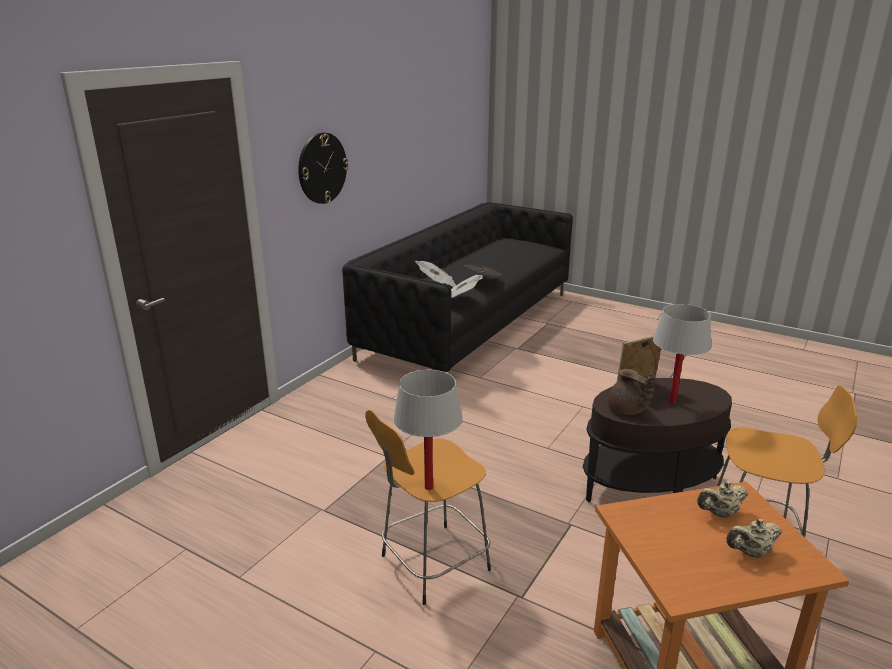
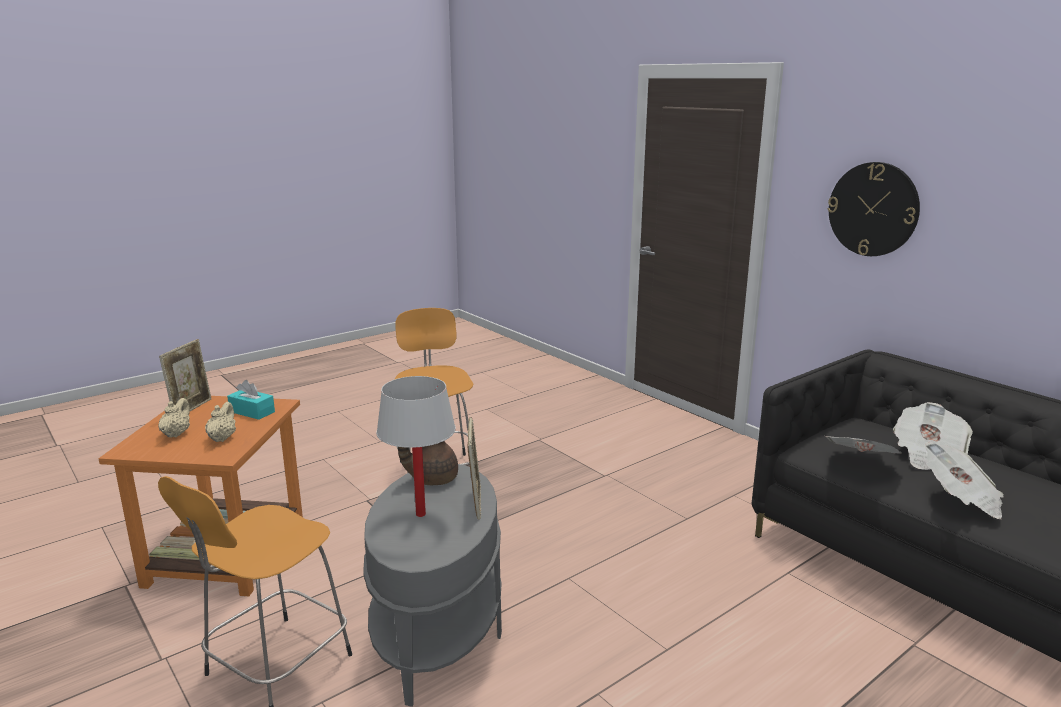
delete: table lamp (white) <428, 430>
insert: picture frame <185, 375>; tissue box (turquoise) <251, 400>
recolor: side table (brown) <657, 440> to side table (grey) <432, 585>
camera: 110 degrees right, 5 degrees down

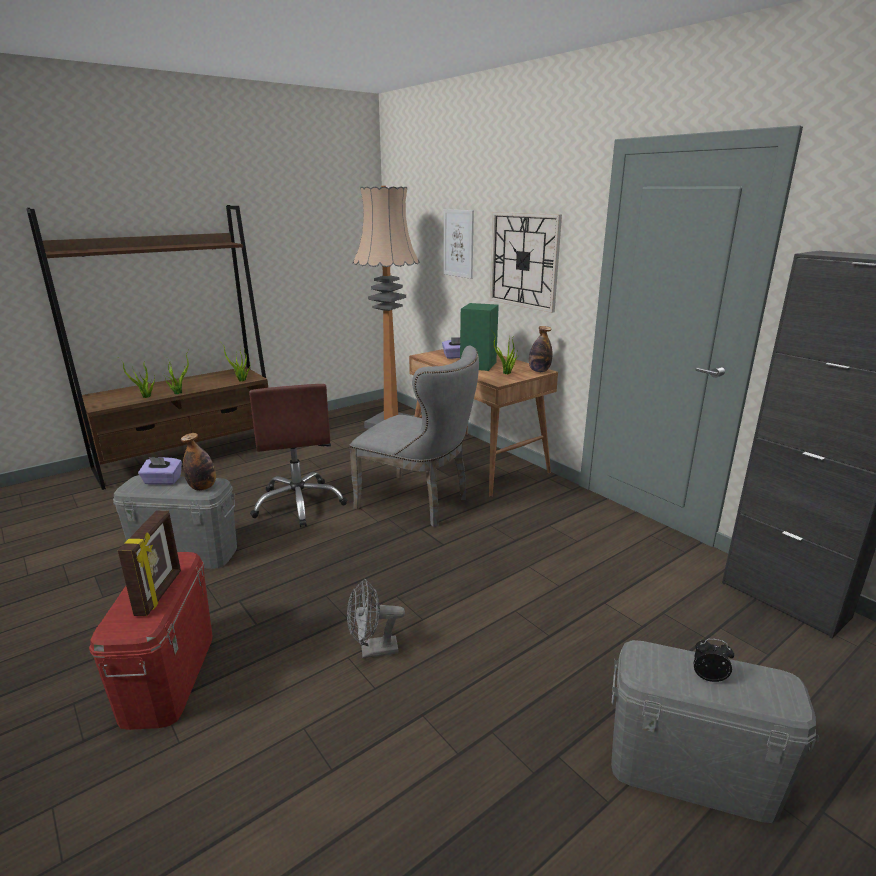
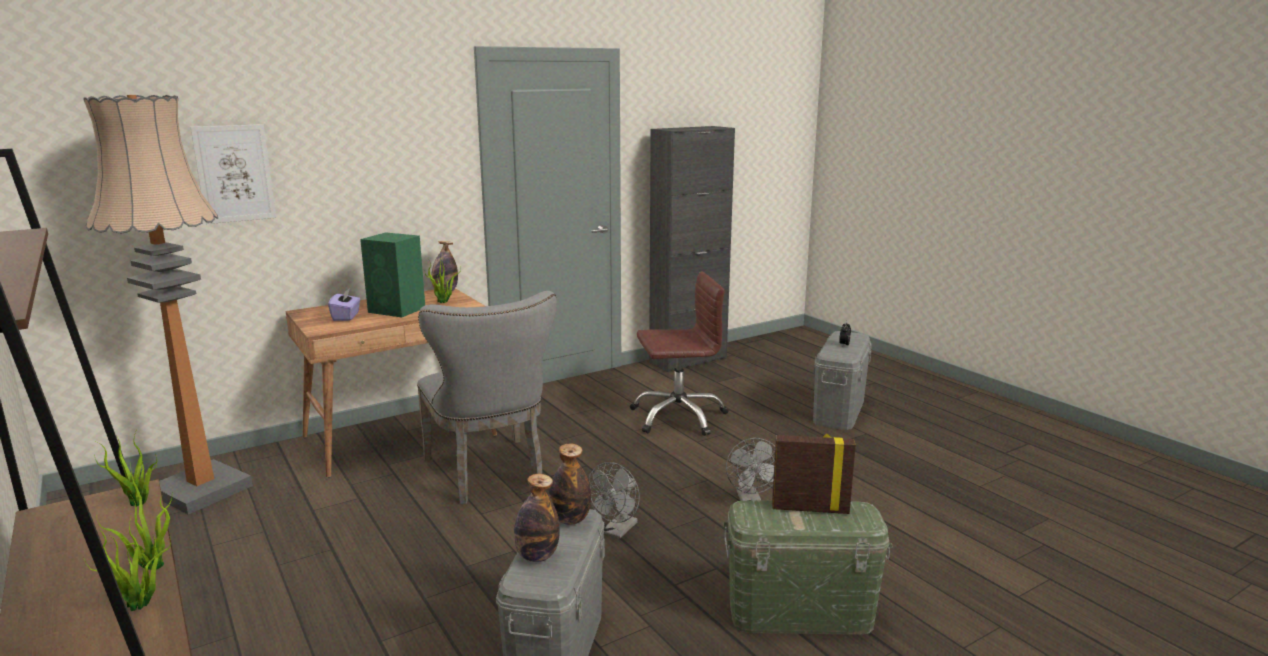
delete: wall clock <526, 262>
insert: fan (grey) <614, 500>
move: office chair (brown) <298, 455> to <679, 353>
replace: tissue box (purple) <160, 471> to bottle <537, 518>
recolor: storage box (red) <151, 641> to storage box (green) <808, 567>
rotate: chair (grey) <414, 436> = <487, 397> 120 degrees clockwise
camera: 85 degrees left, 5 degrees down

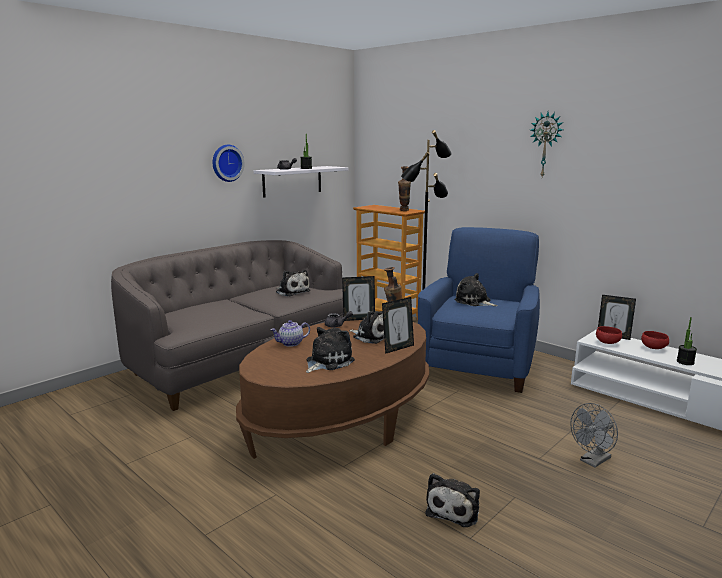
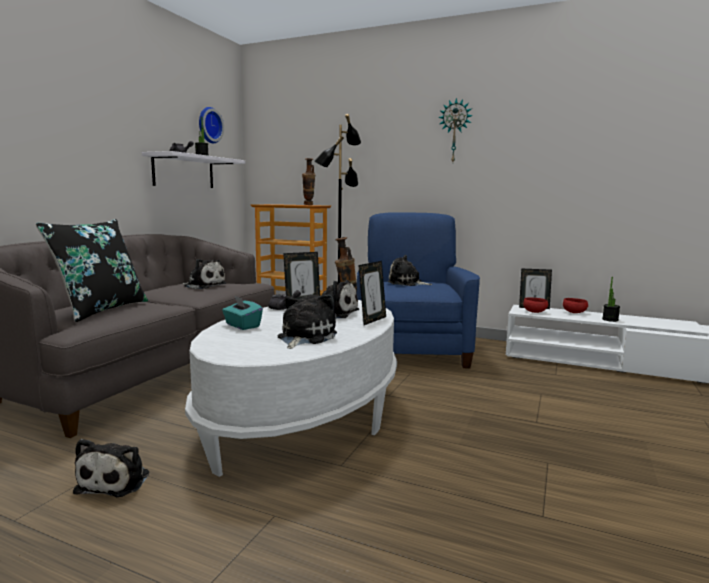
delete: fan (grey) <594, 435>
insert: pillow (black) <92, 270>
move: plush toy <452, 500> to <111, 468>; wall clock <229, 163> to <211, 125>
replace: teapot <290, 333> to tissue box (turquoise) <242, 312>
recolor: coffee table (brown) <332, 389> to coffee table (white) <291, 388>
camera: 20 degrees left, 5 degrees down

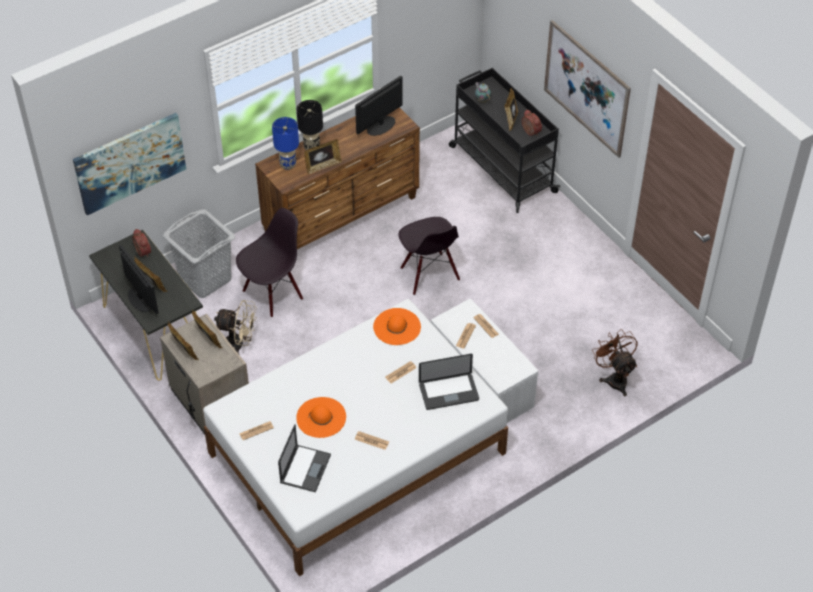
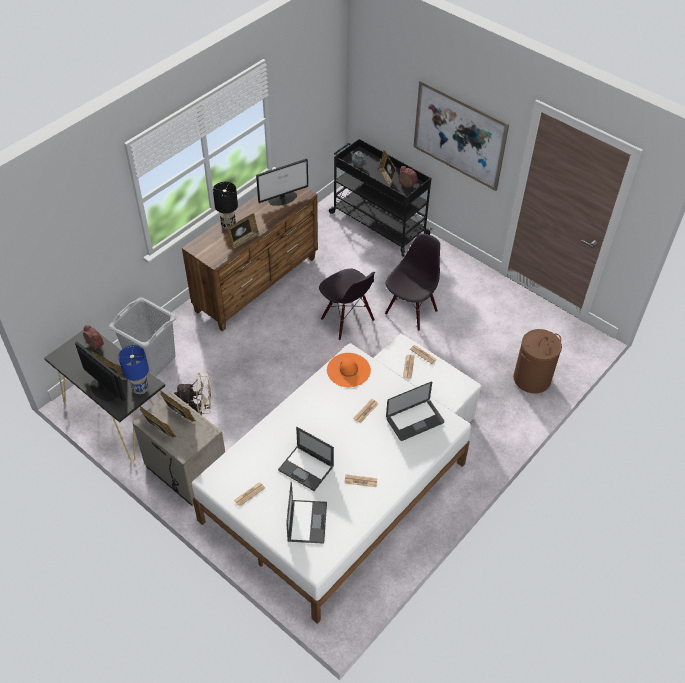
delete: picture <129, 164>
move: table lamp (blue) <285, 143> to <133, 369>; chair (black) <269, 263> to <412, 282>
replace: hat (orange) <321, 417> to laptop <306, 459>; fan (brown) <614, 363> to laundry basket (brown) <537, 361>
rotate: monitor <379, 106> = <282, 182> 150 degrees counterclockwise
camera: 15 degrees left, 0 degrees up

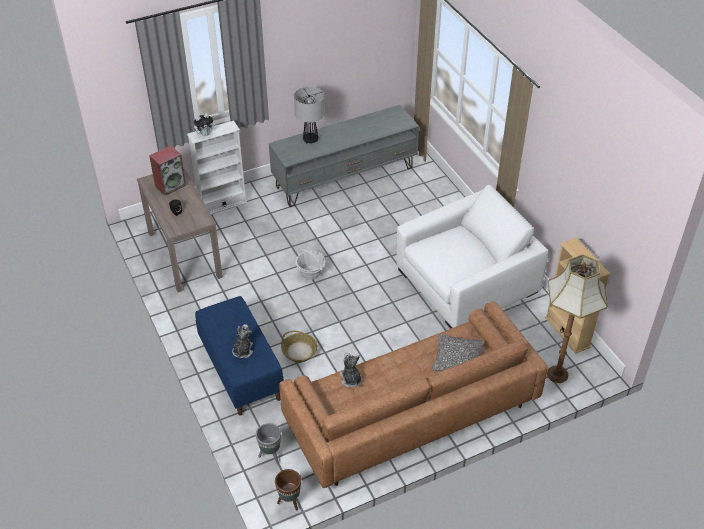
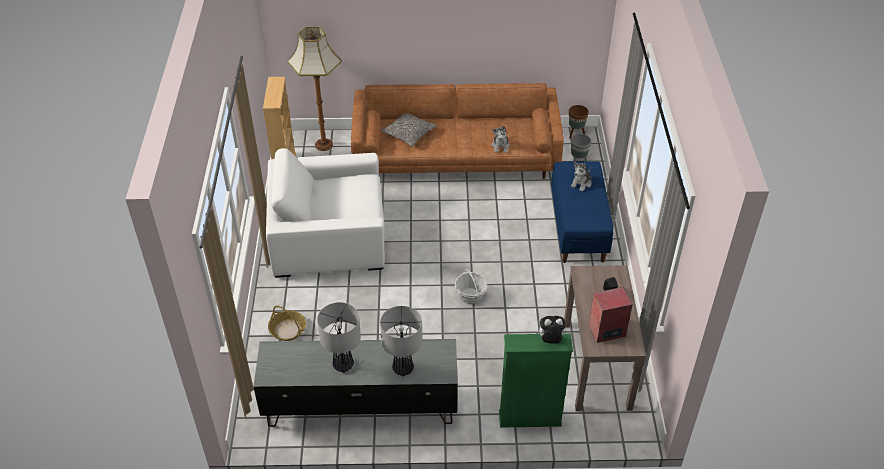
insert: table lamp <339, 337>
move: basket <299, 346> to <287, 323>
recolor: bookcase (white) <217, 168> to bookcase (green) <536, 380>
camera: 155 degrees left, 0 degrees up

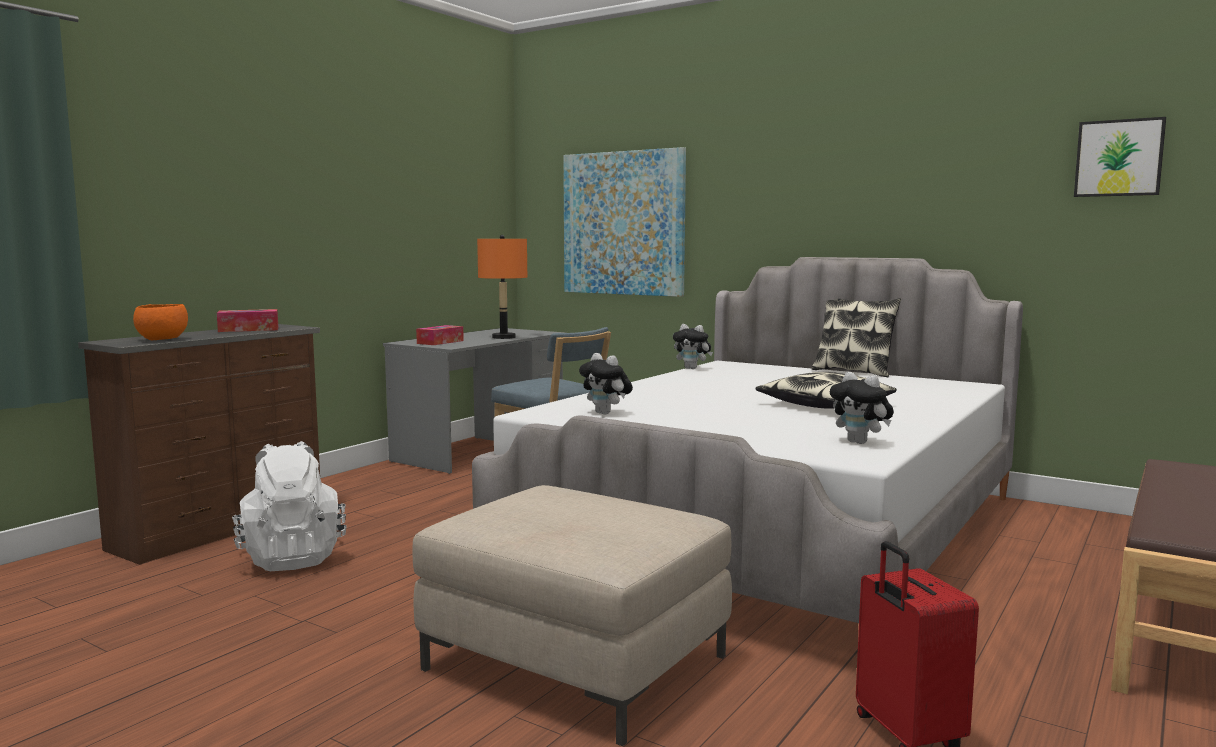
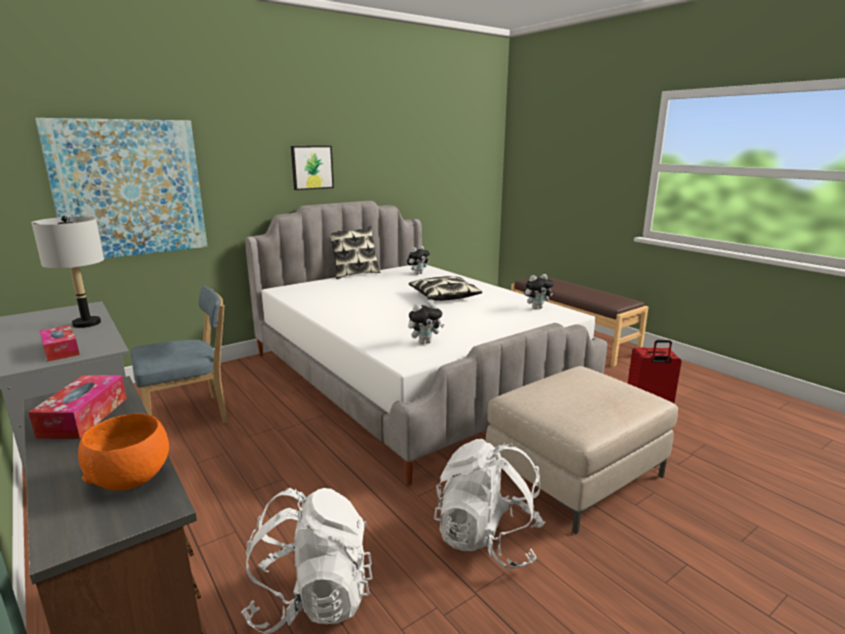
insert: backpack (white) <490, 504>
move: picture <1120, 157> to <312, 168>; plush toy <693, 346> to <418, 260>
recolor: table lamp (orange) <502, 287> to table lamp (grey) <68, 272>
camera: 70 degrees left, 10 degrees up

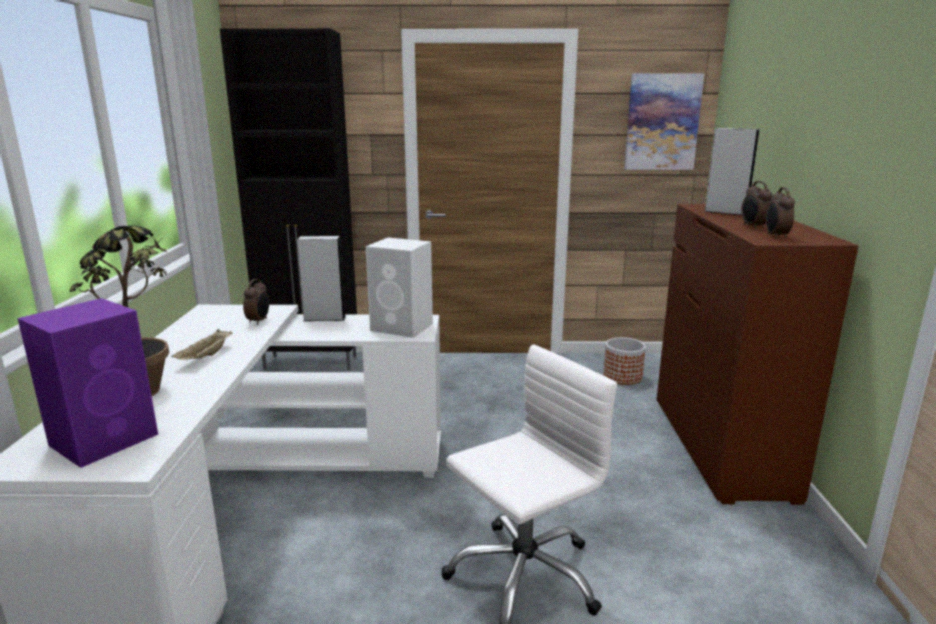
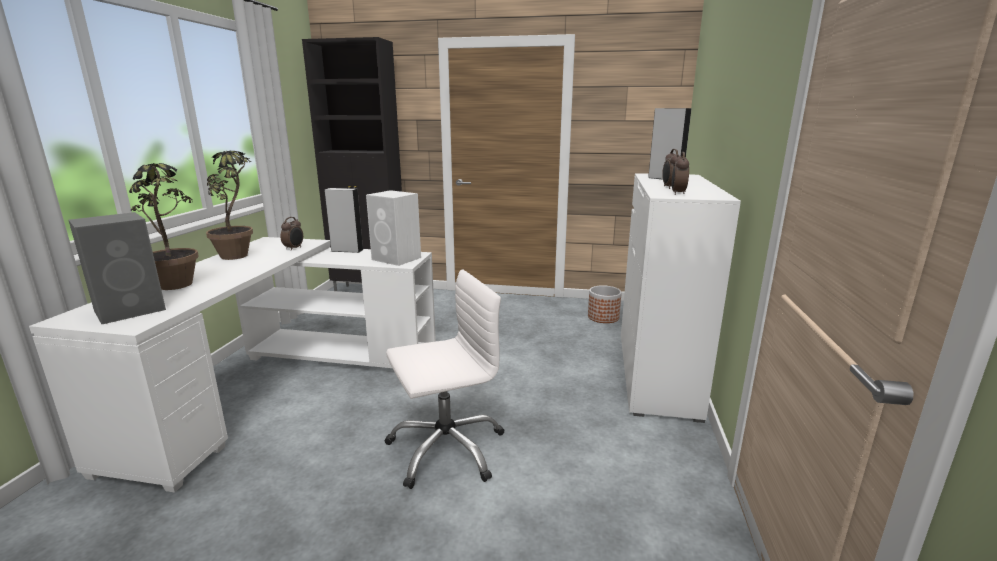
delete: tray (beige) <201, 344>; picture <664, 122>
insert: potted plant <229, 205>
recolor: speaker (purple) <87, 383> to speaker (grey) <117, 268>; dresser (brown) <757, 354> to dresser (white) <681, 298>
camera: 10 degrees right, 0 degrees up

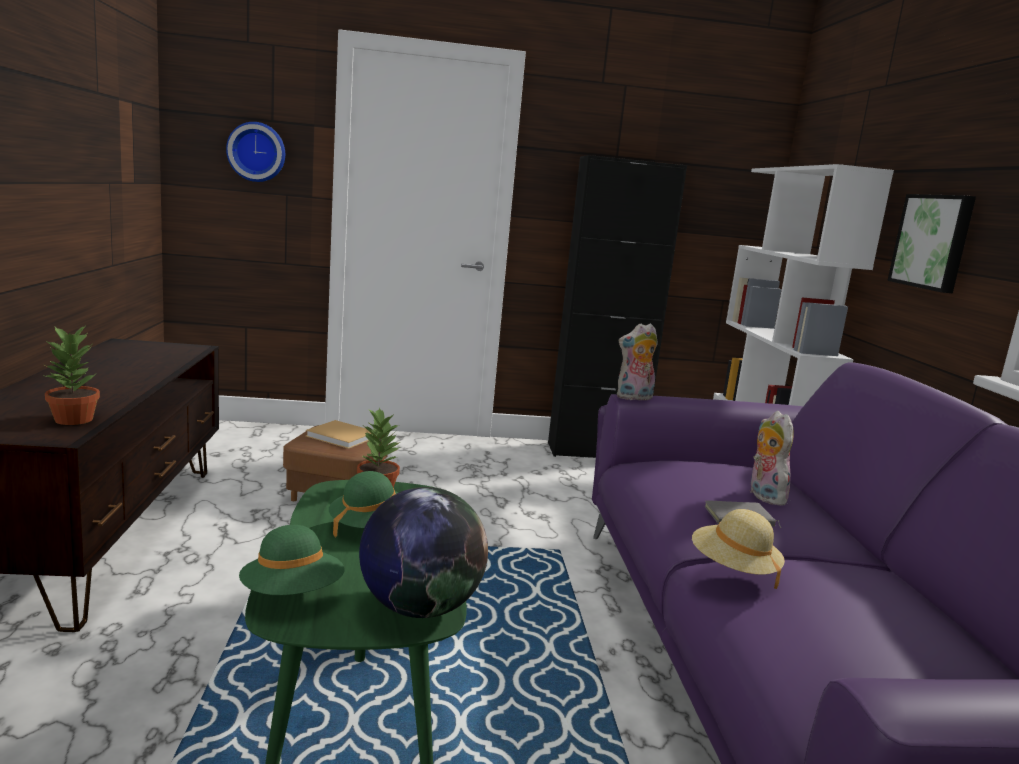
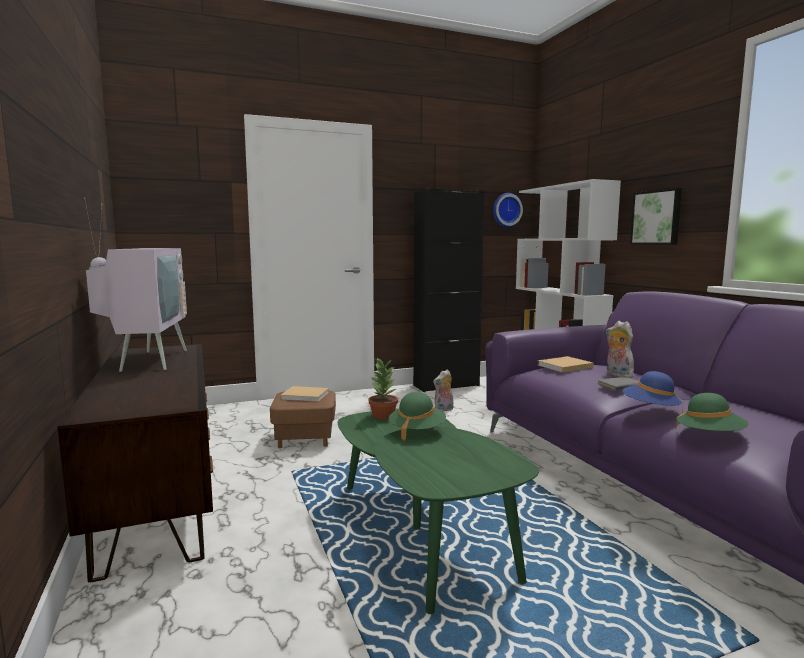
delete: potted plant <71, 374>; globe <423, 552>
insert: television <135, 285>; book (beige) <566, 364>
move: plush toy <637, 361> to <443, 391>; wall clock <255, 152> to <508, 210>; hat (green) <292, 560> to <712, 412>
recolor: hat (beige) <738, 549> to hat (blue) <653, 392>
camera: 15 degrees left, 5 degrees down

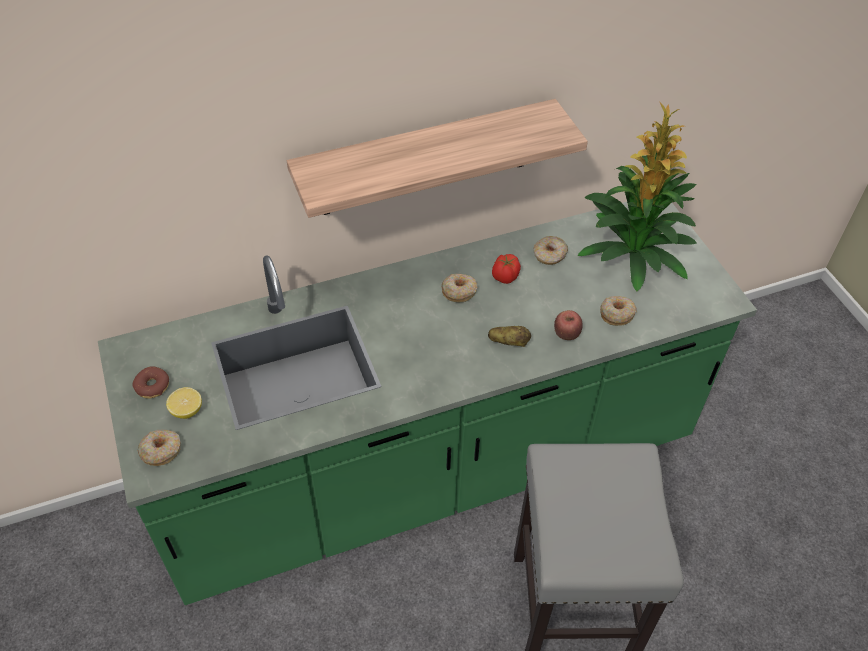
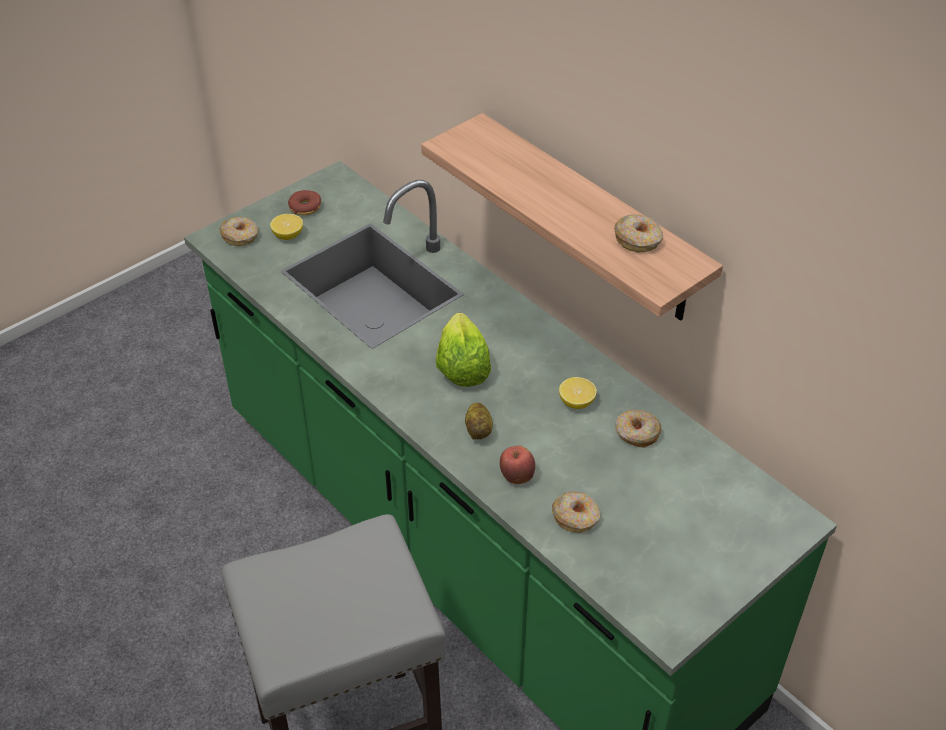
delete: potted plant <637, 197>
insert: lettuce <463, 350>
move: donut <459, 288> to <638, 233>
replace: tomato <506, 269> to lemon <578, 393>
camera: 70 degrees right, 5 degrees down

